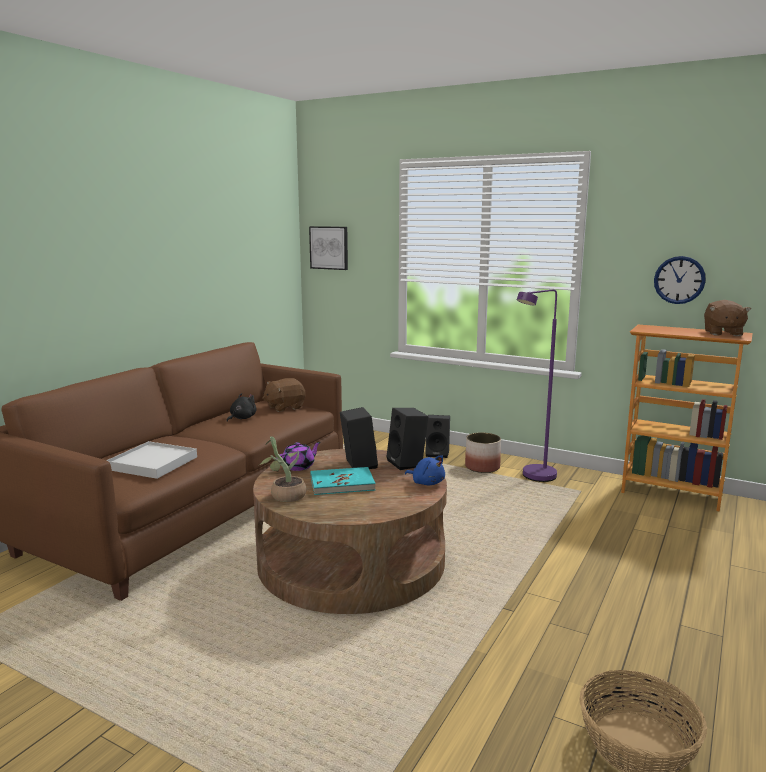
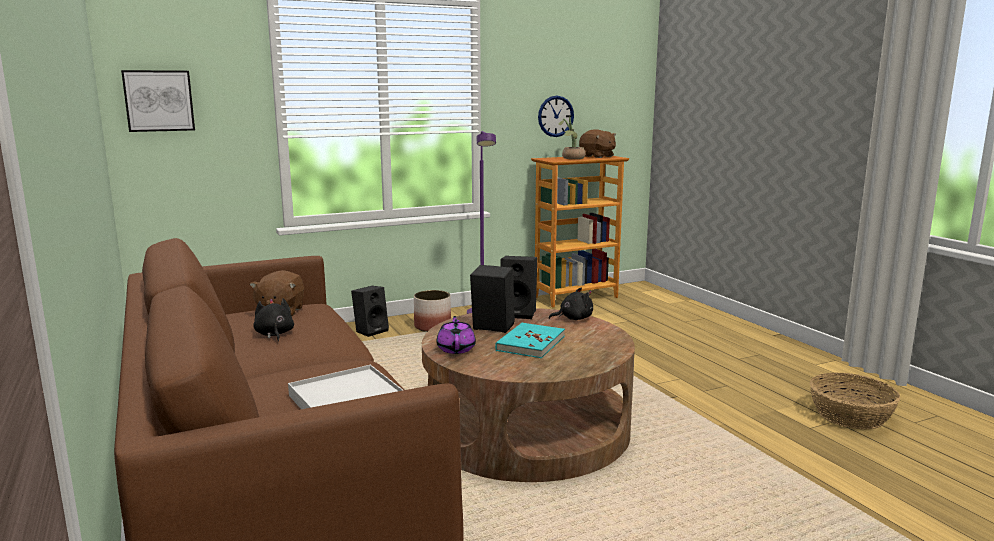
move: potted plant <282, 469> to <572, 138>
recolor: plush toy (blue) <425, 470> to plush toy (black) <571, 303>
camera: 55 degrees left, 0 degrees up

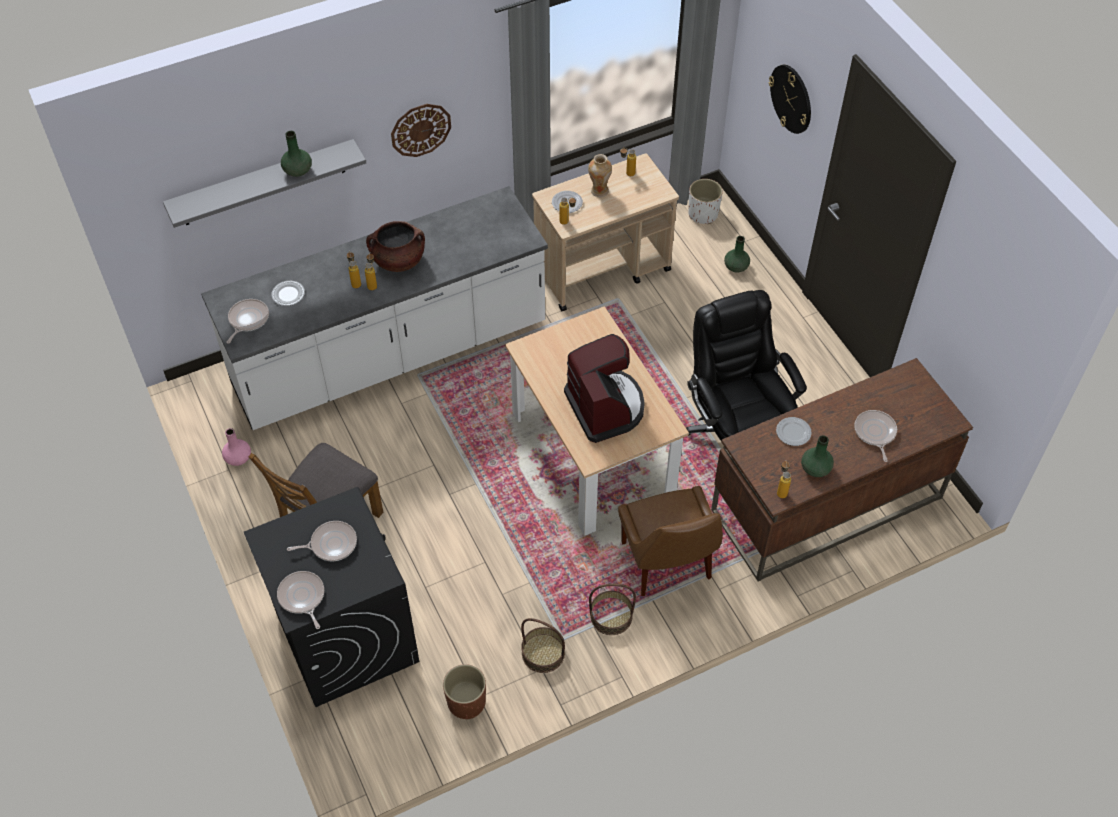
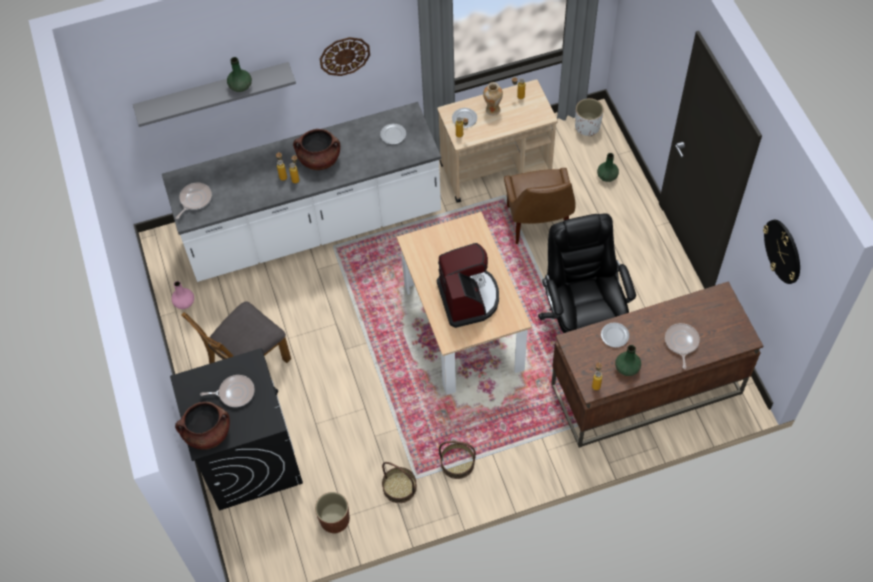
move: plate <288, 293> to <393, 134>; chair (brown) <670, 541> to <540, 206>; wall clock <790, 99> to <781, 252>
replace: frying pan <300, 600> to cooking pot (brown) <202, 426>
camera: 10 degrees right, 5 degrees up

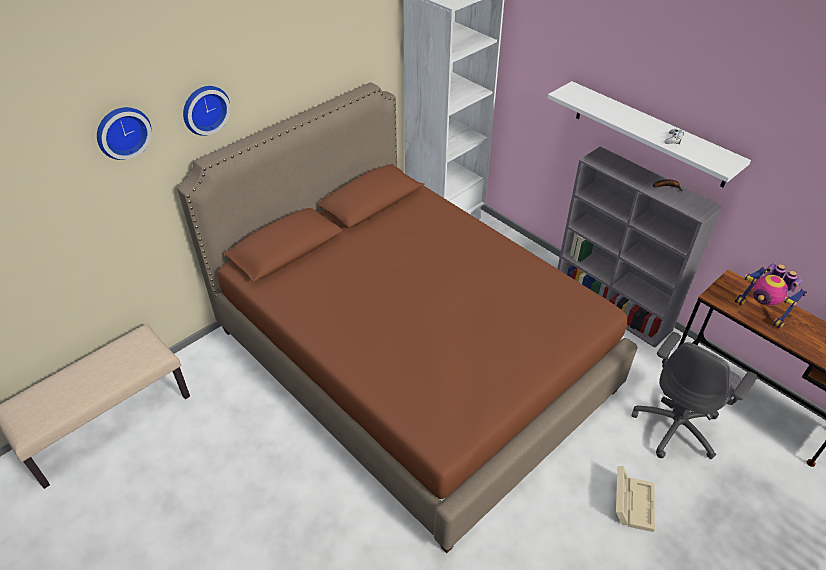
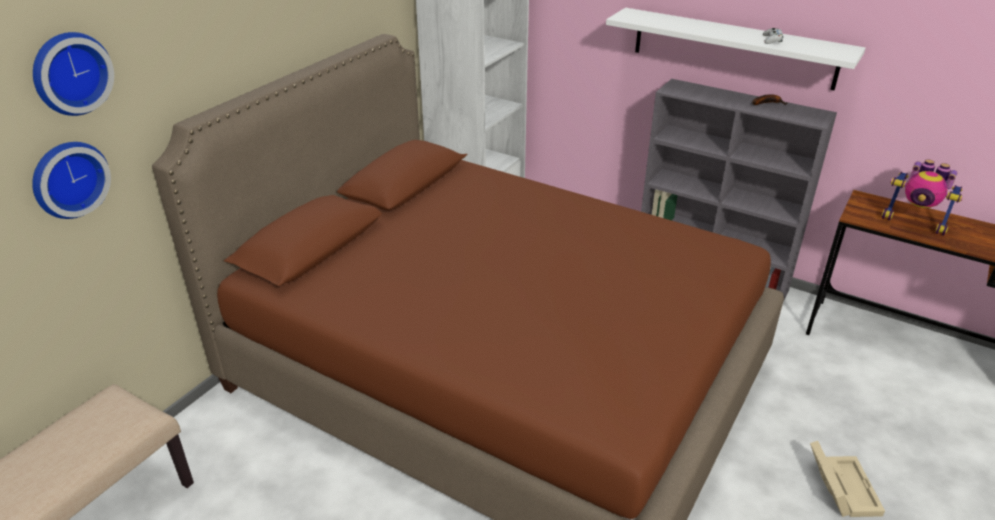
delete: office chair (grey) <694, 395>
move: wall clock <206, 111> to <71, 180>
camera: 15 degrees left, 10 degrees down

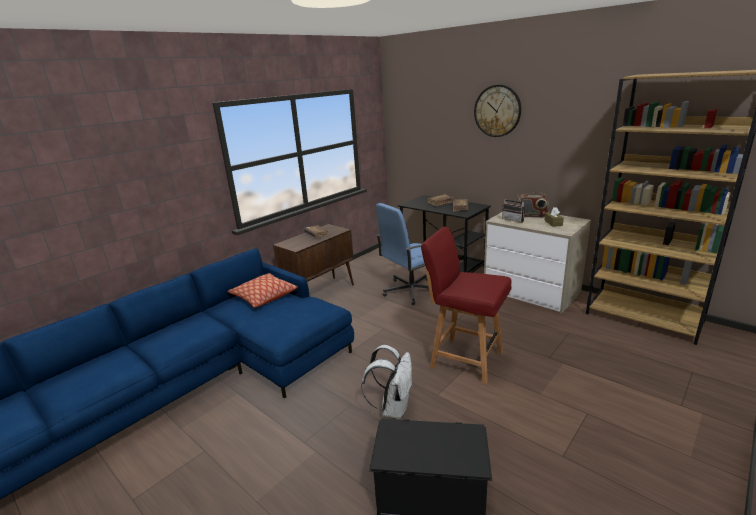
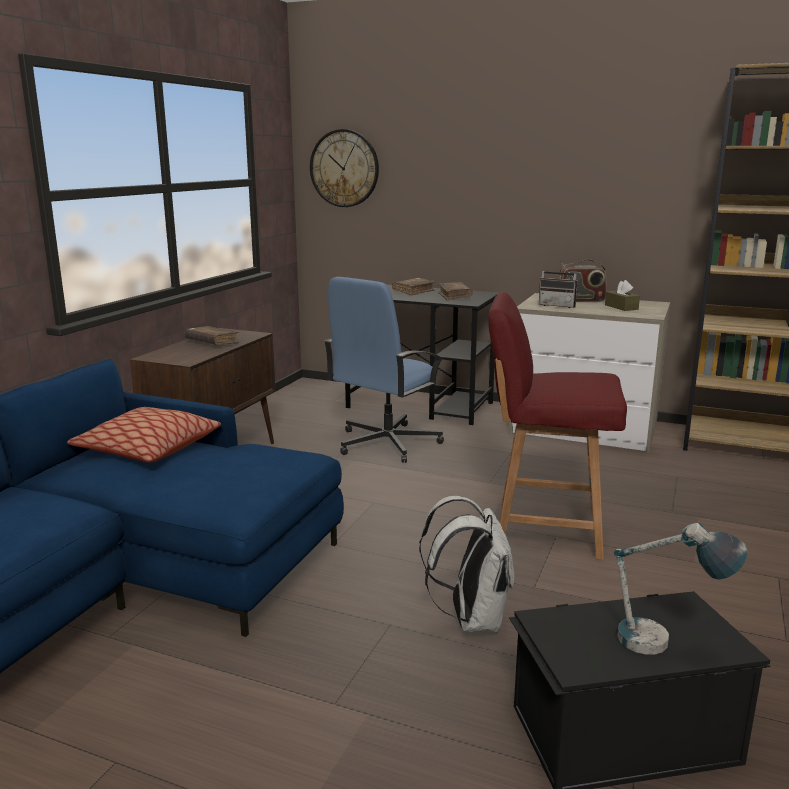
insert: table lamp <681, 589>
move: wall clock <497, 111> to <344, 168>
camera: 20 degrees left, 5 degrees down

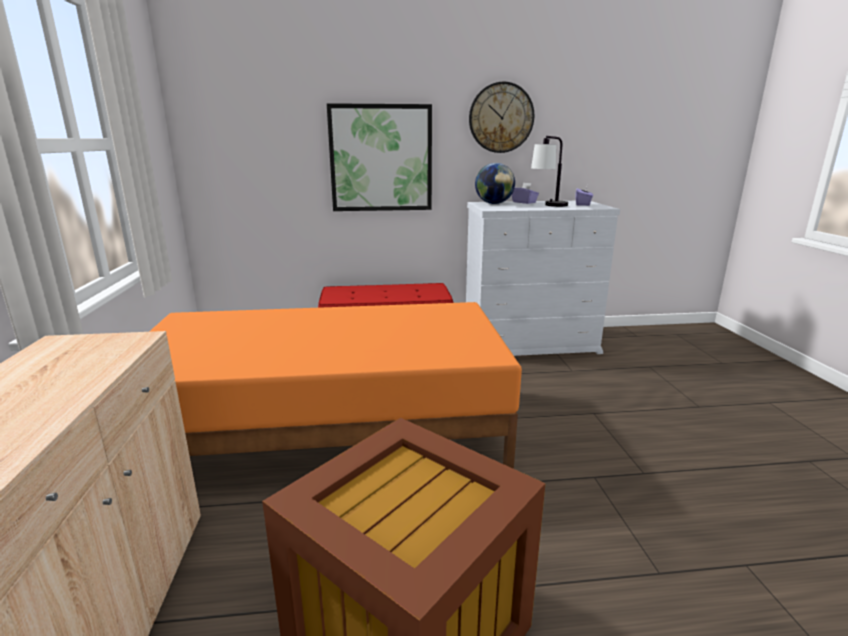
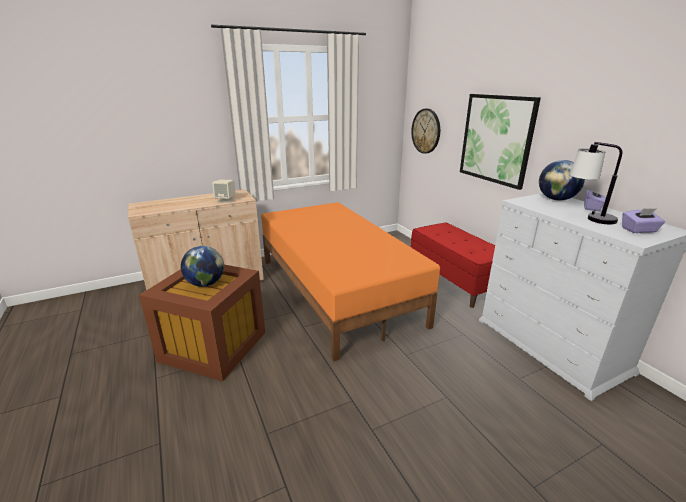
insert: globe <202, 266>; speaker (beige) <224, 191>
move: wall clock <501, 117> to <425, 131>
camera: 70 degrees right, 5 degrees up

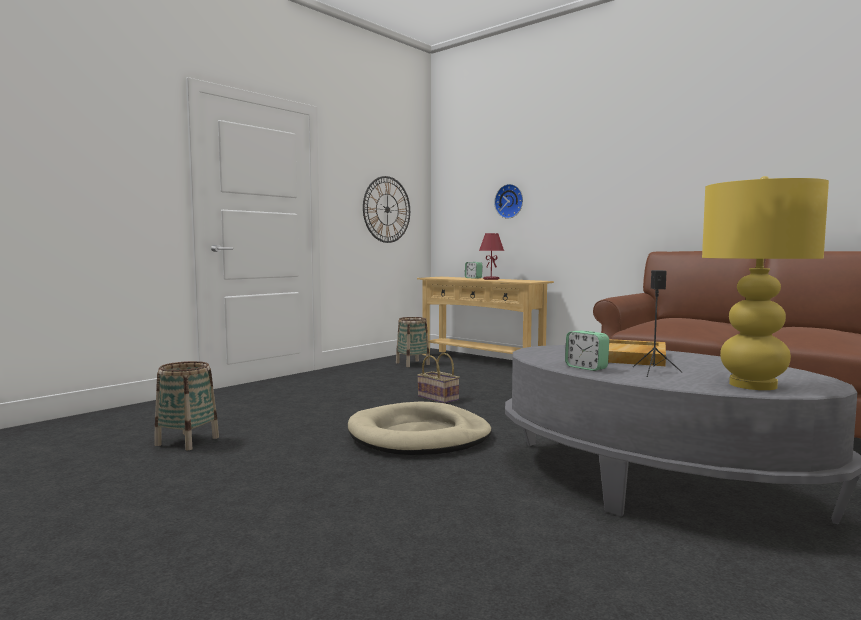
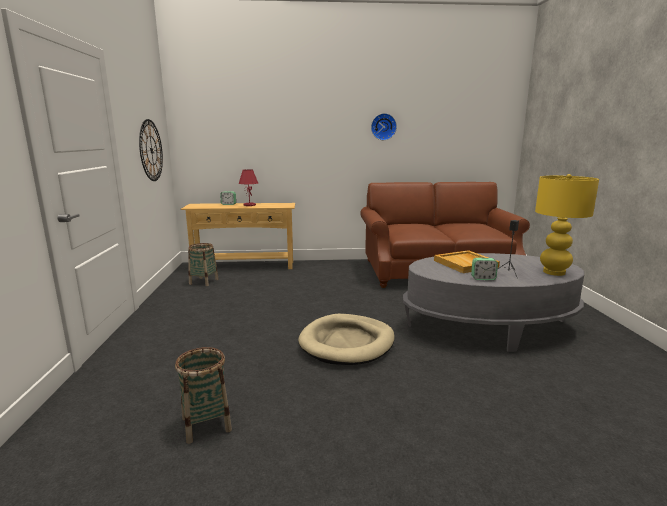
delete: basket <438, 378>
move: wall clock <508, 201> to <384, 126>
camera: 45 degrees left, 10 degrees up

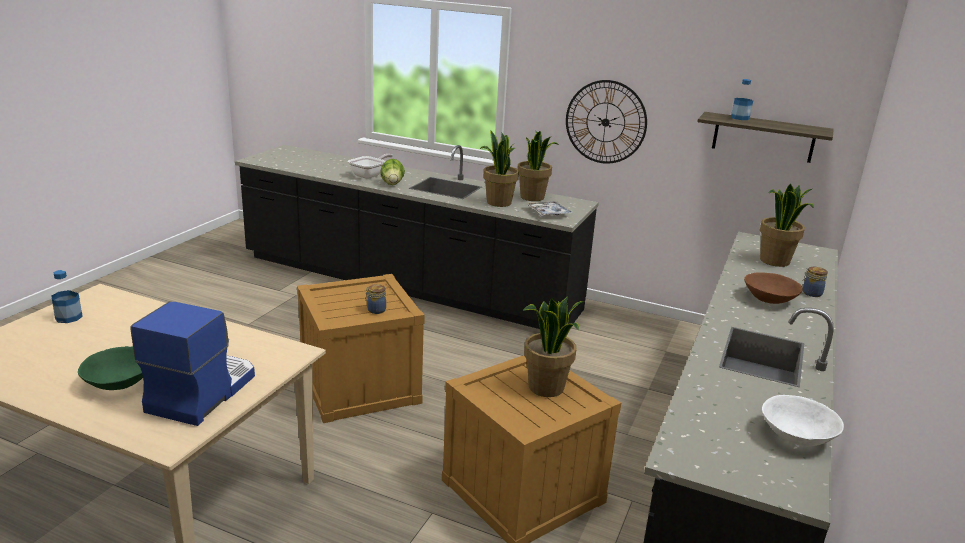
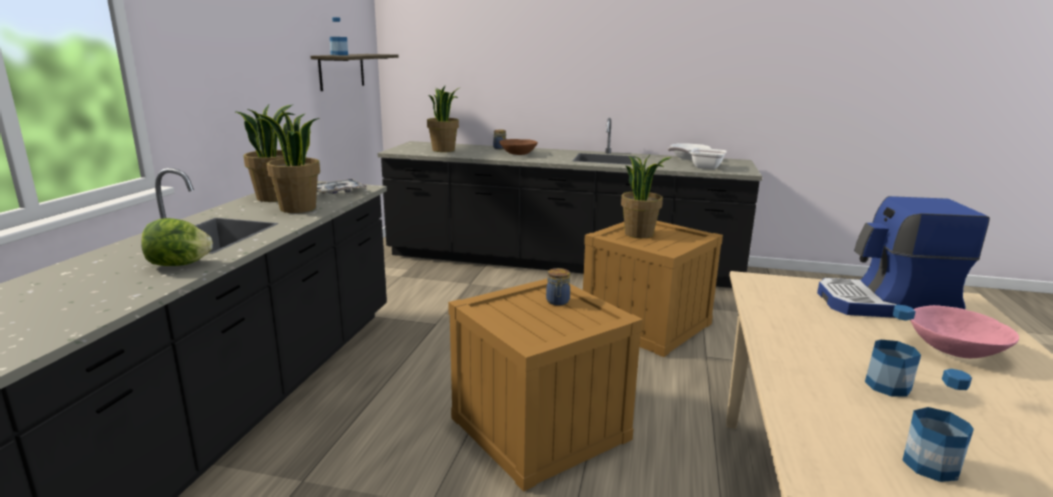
delete: wall clock <606, 122>
insert: bottle <893, 351>
move: frying pan <370, 166> to <697, 158>
recolor: bowl (green) <110, 368> to bowl (pink) <964, 331>
camera: 100 degrees left, 5 degrees down

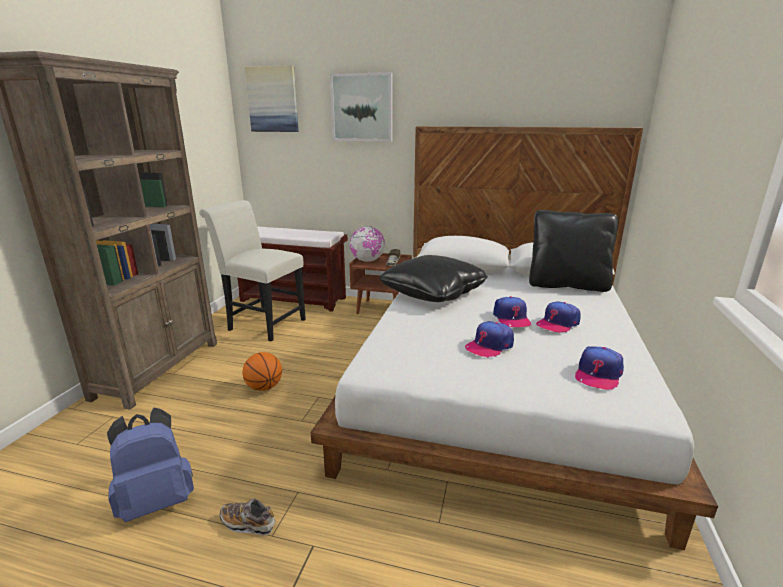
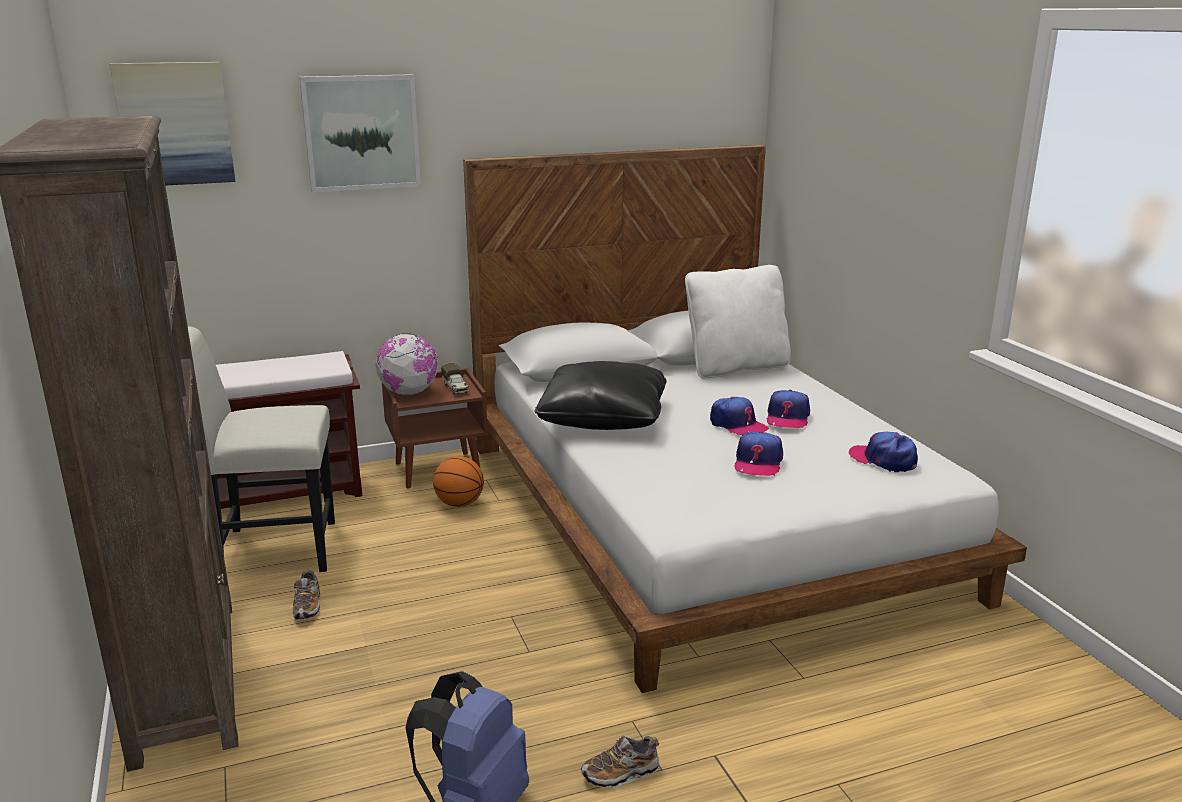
insert: shoe <307, 595>
move: basketball <262, 371> to <458, 481>
recolor: pillow (black) <573, 251> to pillow (white) <738, 322>
rotate: cap <599, 368> = <883, 452> 135 degrees clockwise
camera: 35 degrees left, 0 degrees up

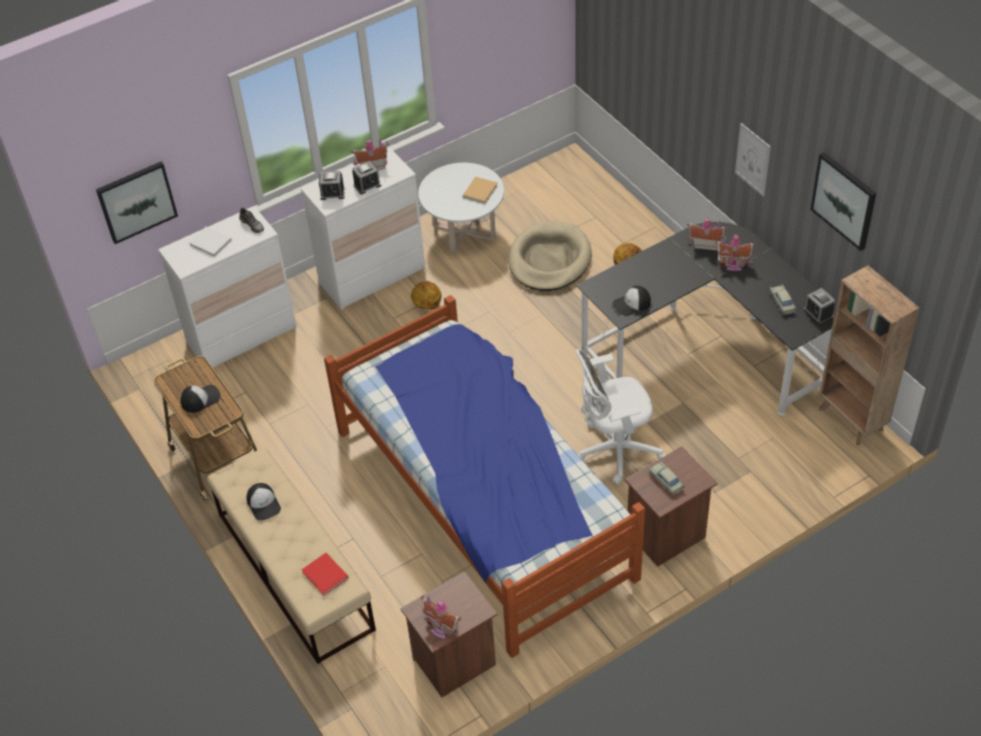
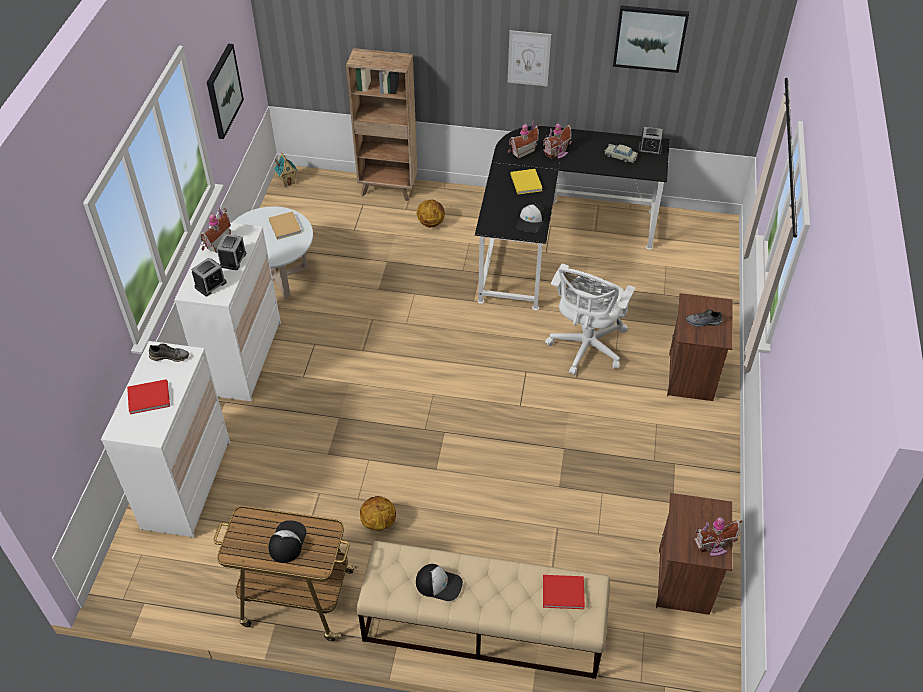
delete: bed <484, 476>; dog bed (beige) <550, 256>
insert: toy house <286, 170>; book (yellow) <527, 181>
move: picture <137, 203> to <225, 91>; bookcase (brown) <869, 355> to <382, 124>; basketball <426, 295> to <378, 513>
replace: toy car (beige) <666, 478> to shoe (grey) <704, 318>
recolor: book (white) <210, 242> to book (red) <148, 396>
camera: 50 degrees left, 0 degrees up

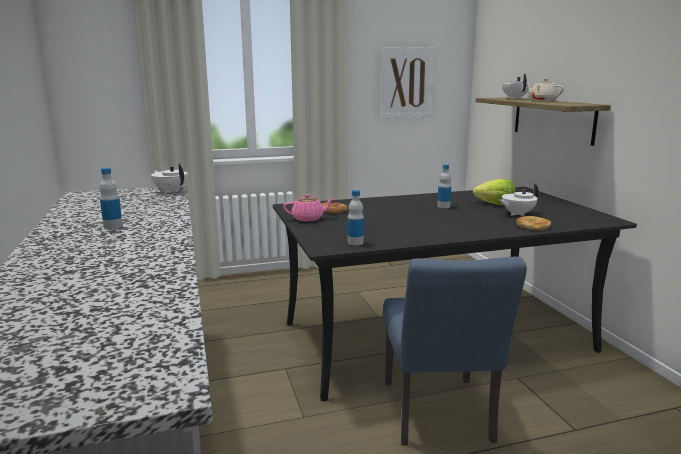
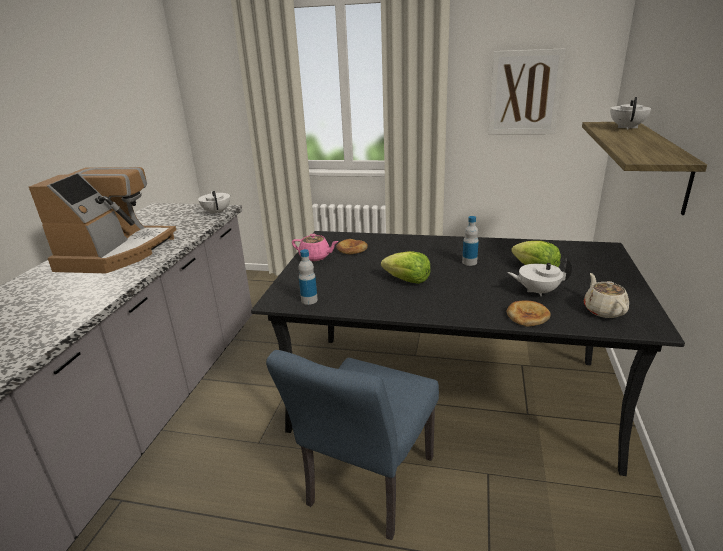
insert: lettuce <406, 267>
move: teapot (beige) <545, 90> to <606, 295>
replace: bottle <111, 198> to coffee machine <102, 220>
camera: 30 degrees right, 10 degrees up

